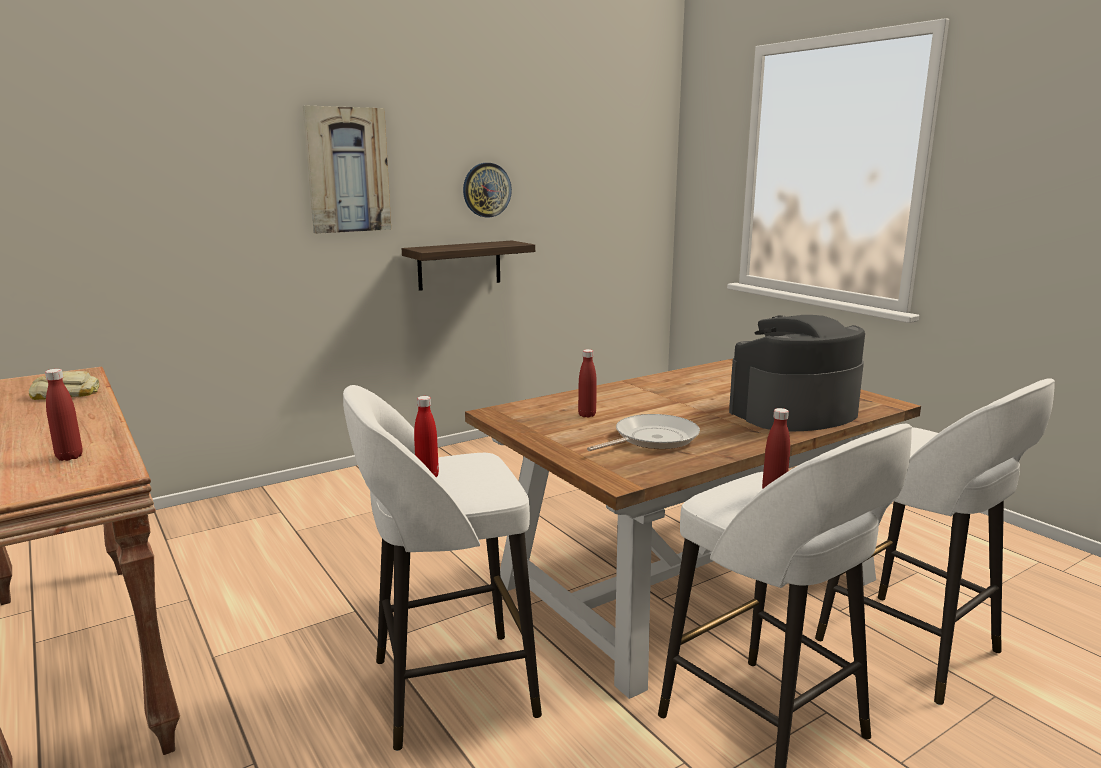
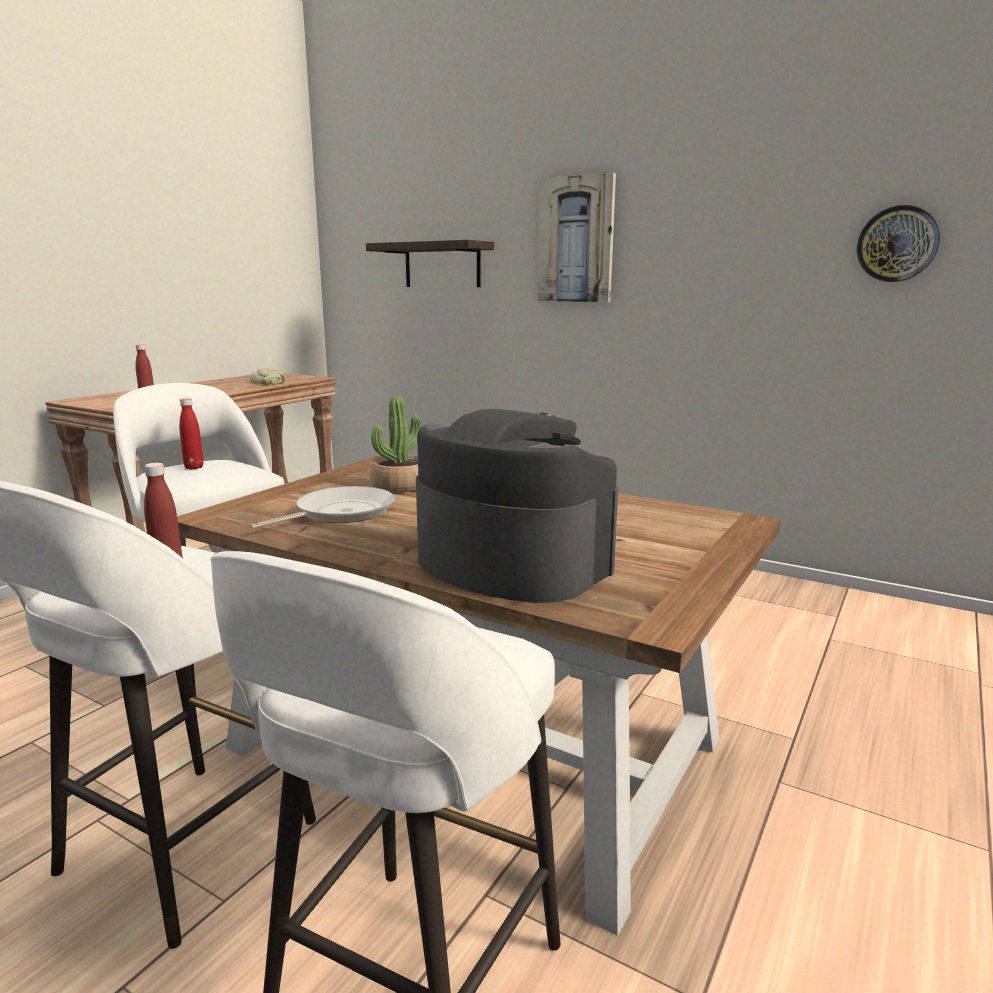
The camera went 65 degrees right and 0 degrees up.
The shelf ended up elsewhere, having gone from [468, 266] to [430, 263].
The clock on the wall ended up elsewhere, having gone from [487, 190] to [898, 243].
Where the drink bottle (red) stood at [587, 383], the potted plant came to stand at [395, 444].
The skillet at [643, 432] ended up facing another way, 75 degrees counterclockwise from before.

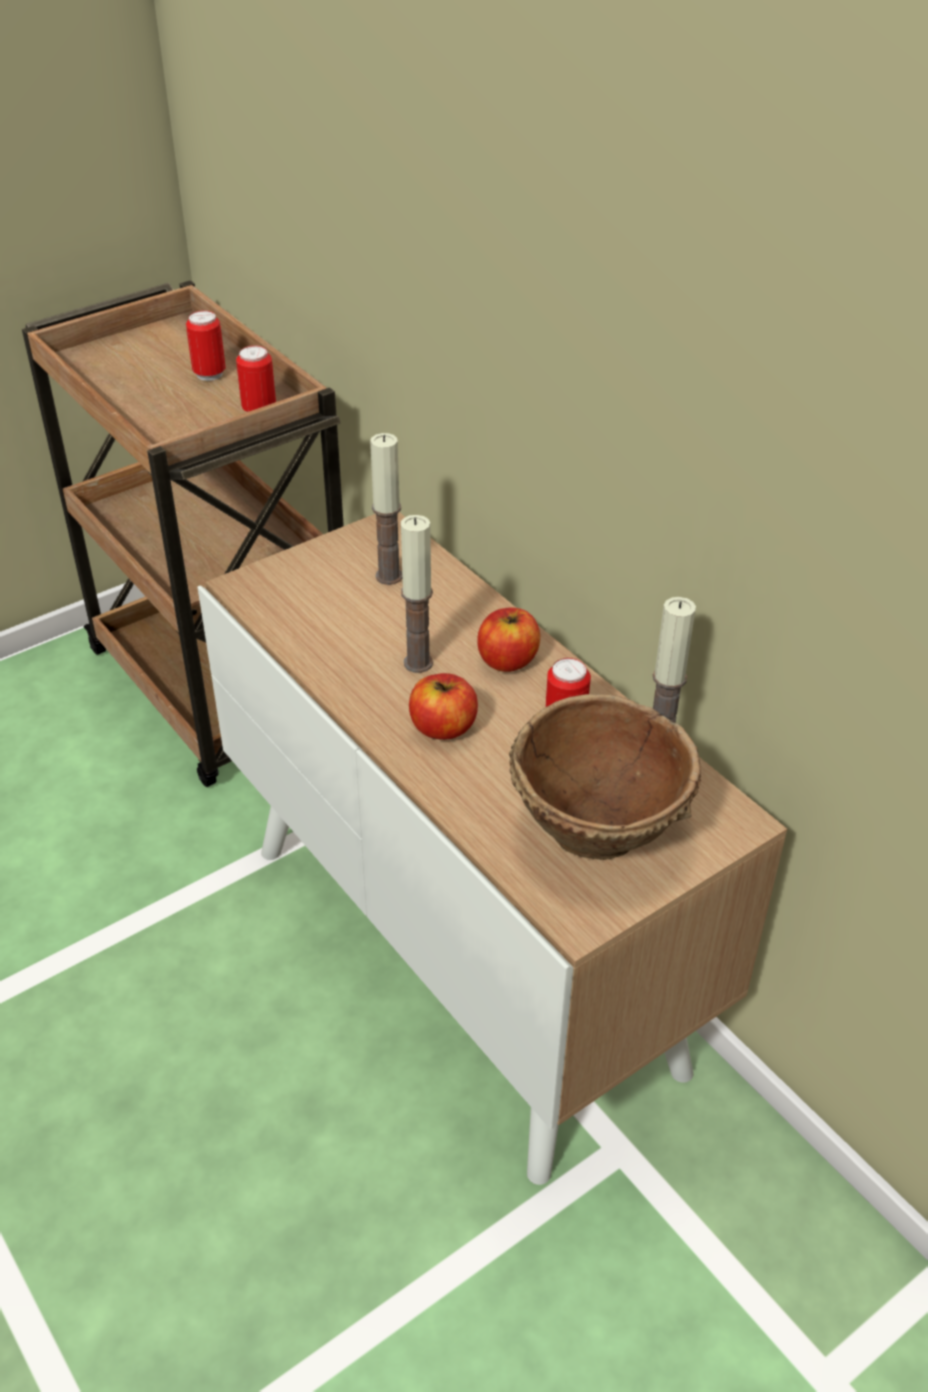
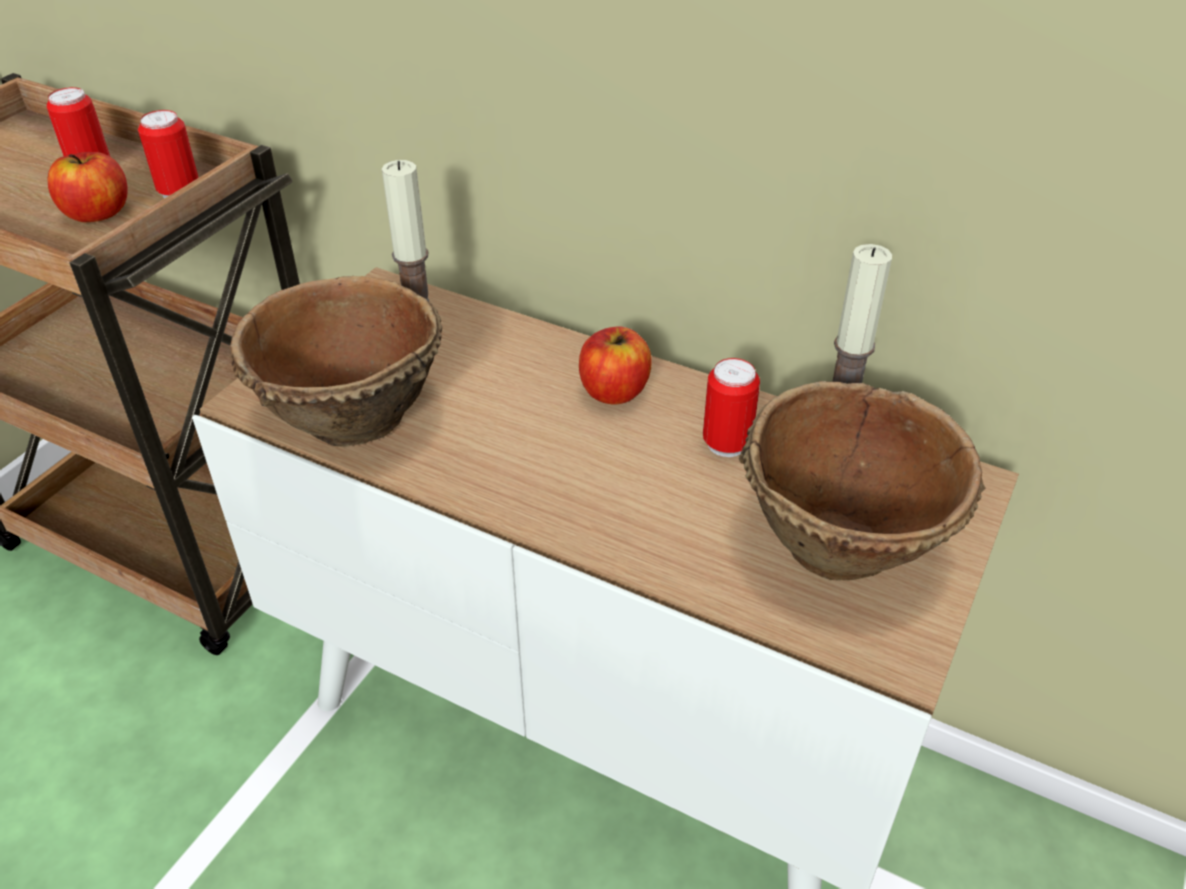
The camera went 25 degrees left and 0 degrees up.
The second view lost the wax light at [417, 594].
The second view gained the deep dish (brownish) at [336, 361].
The apple fruit ended up elsewhere, having gone from [443, 706] to [87, 187].

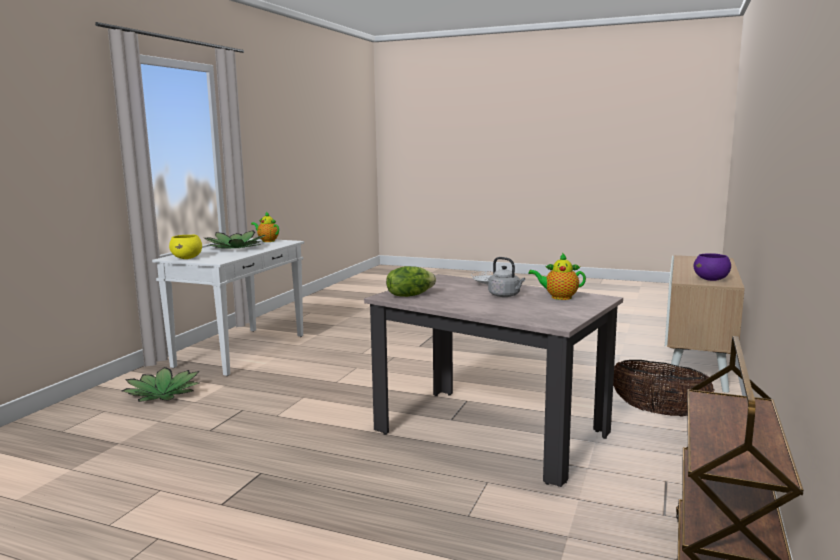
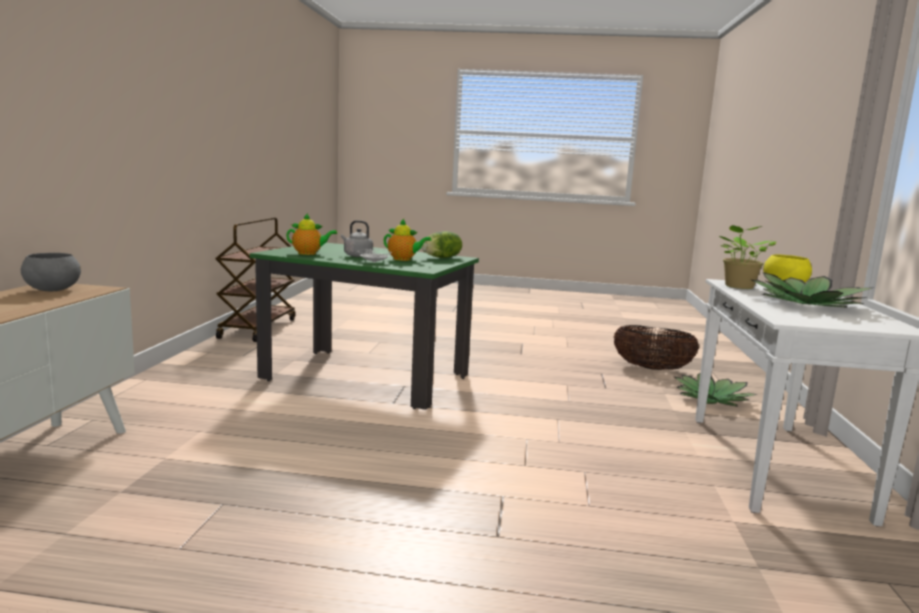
The camera went 165 degrees right and 0 degrees up.
The second view gained the potted plant at [747, 257].
The tea pot ended up elsewhere, having gone from [265, 227] to [408, 240].
The basket ended up elsewhere, having gone from [663, 388] to [656, 347].
What was the dining table (sand-coloured) at [493, 380] turned into the dining table (green) at [364, 326].
What was the deep dish (purplish) at [712, 267] turned into the deep dish (grey) at [51, 272].

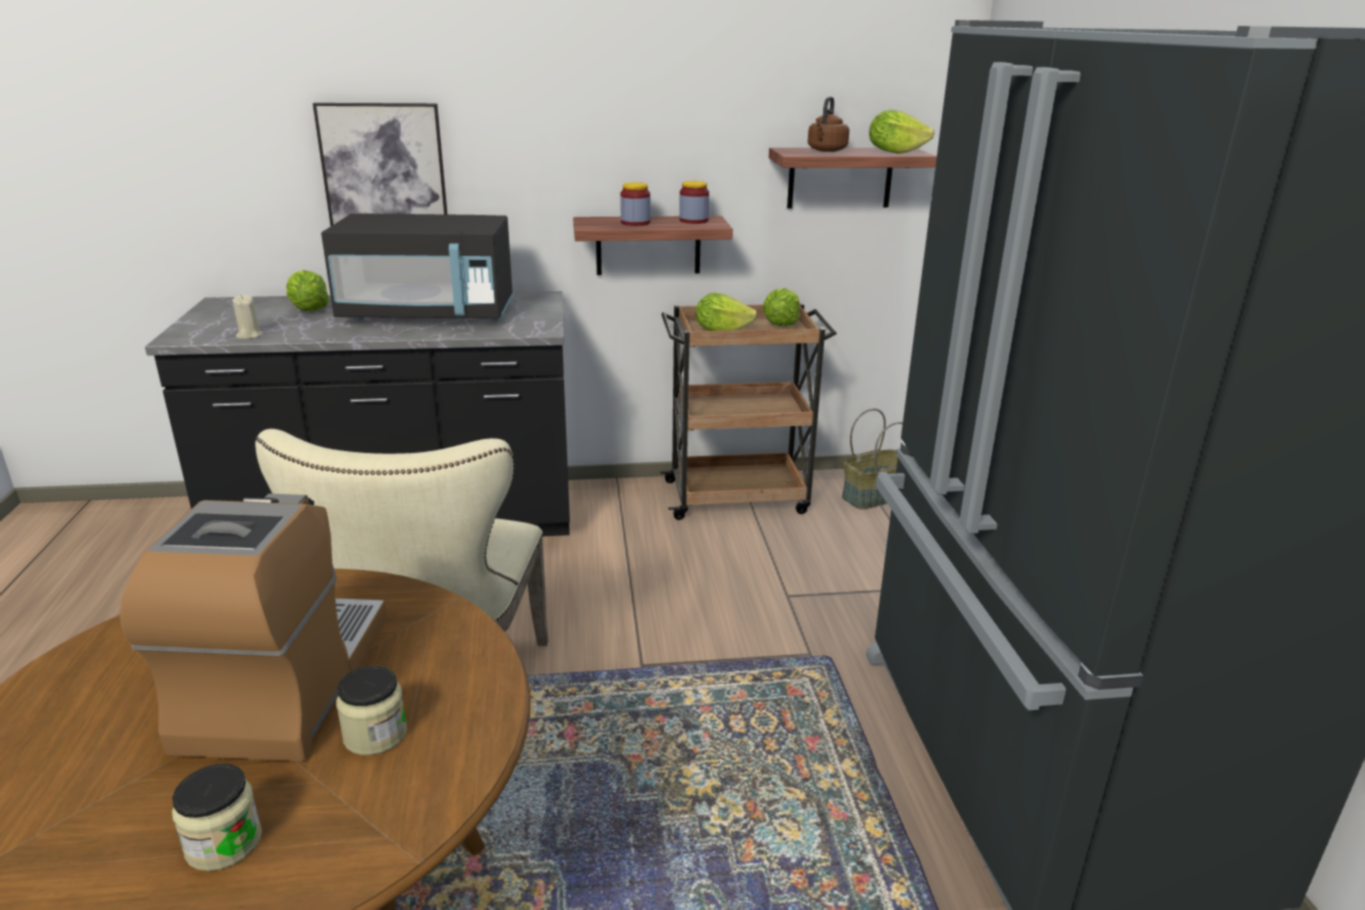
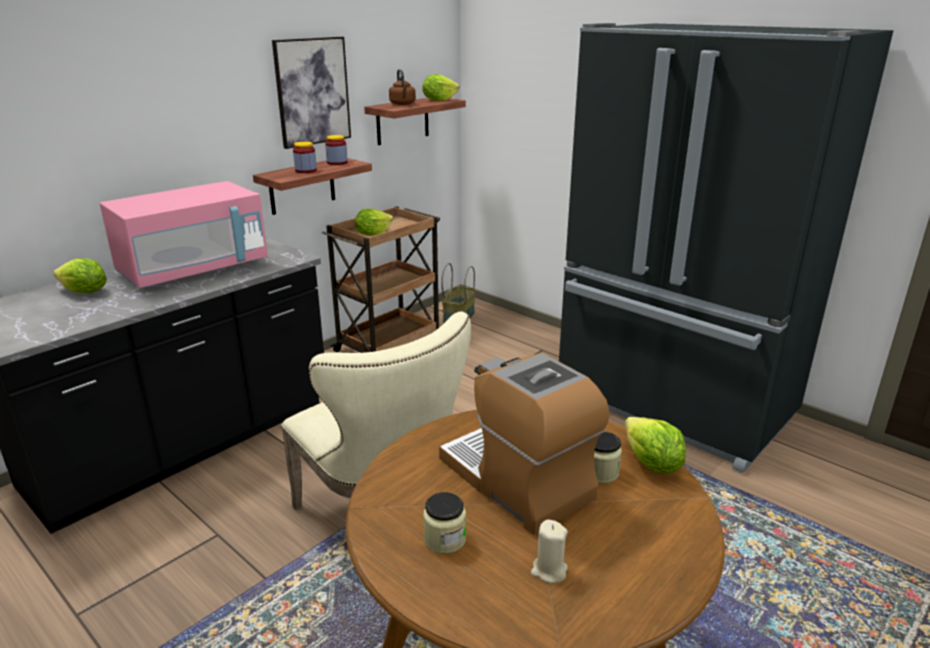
The camera went 40 degrees left and 0 degrees up.
The preserve jar ended up elsewhere, having gone from [217, 817] to [444, 523].
The wax light (sand-coloured) ended up elsewhere, having gone from [247, 316] to [549, 551].
The wall picture ended up elsewhere, having gone from [380, 164] to [311, 93].
The lettuce ended up elsewhere, having gone from [781, 307] to [655, 445].
What was the microwave (black-coloured) at [417, 267] turned into the microwave (pink) at [184, 234].

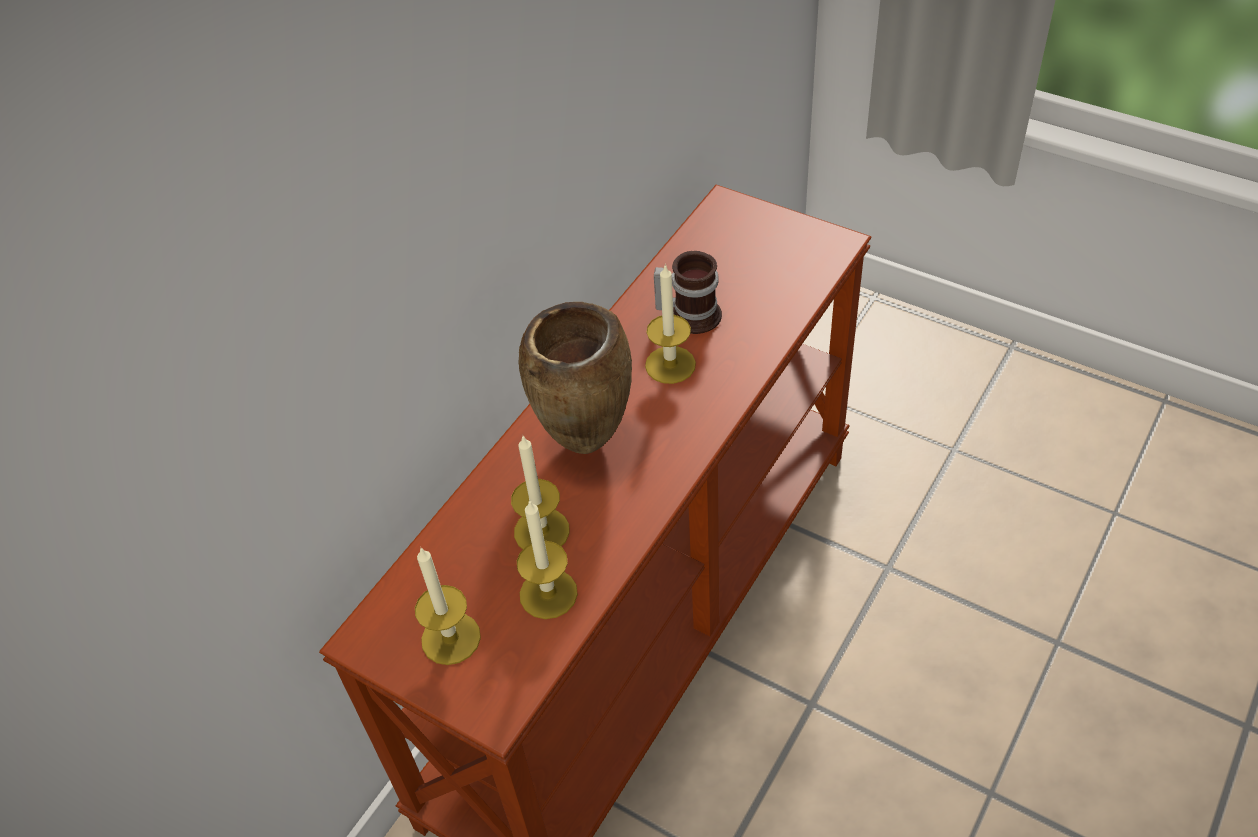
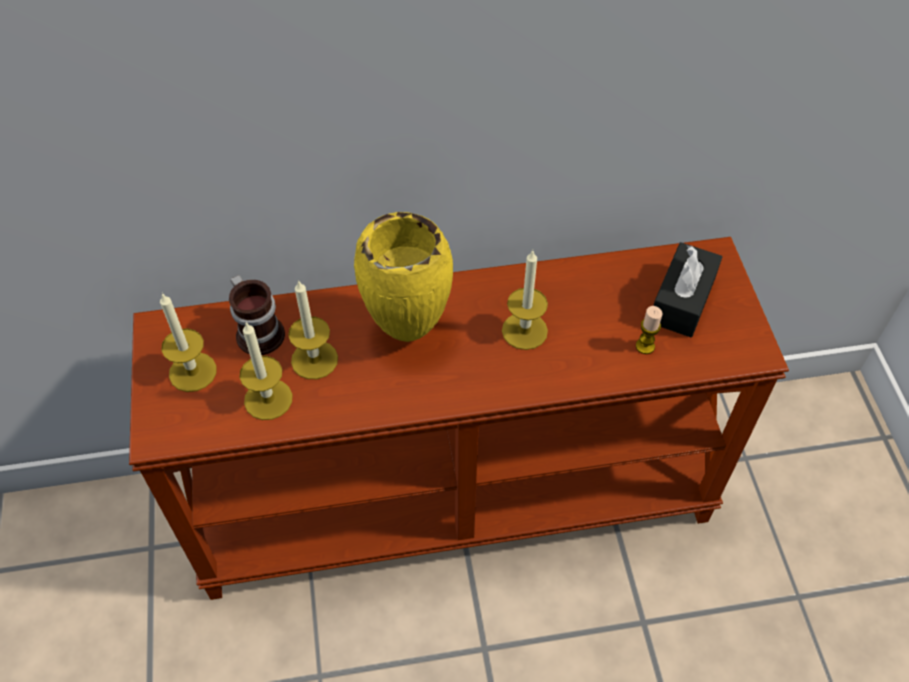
The camera went 45 degrees right and 5 degrees up.
The second view gained the wax light at [649, 330].
The second view gained the tissue box (black-coloured) at [688, 289].
The mug ended up elsewhere, having gone from [688, 292] to [257, 315].
What was the flower vase (brownish) at [575, 378] turned into the flower vase (yellowish) at [403, 277].

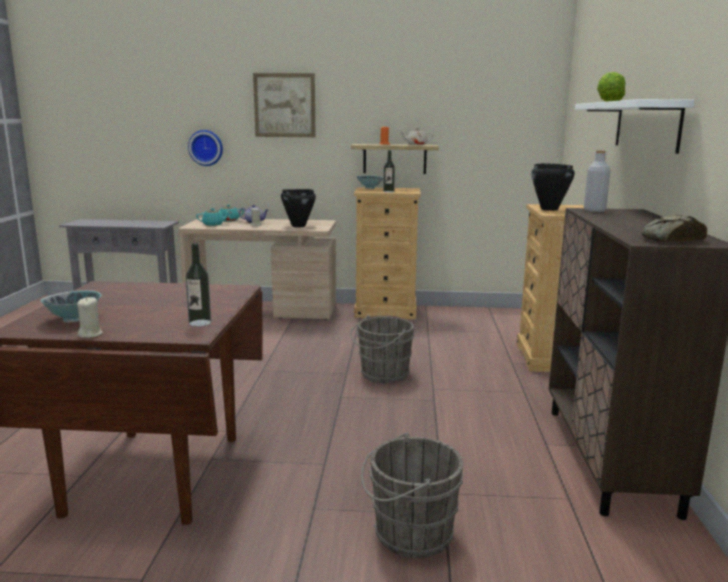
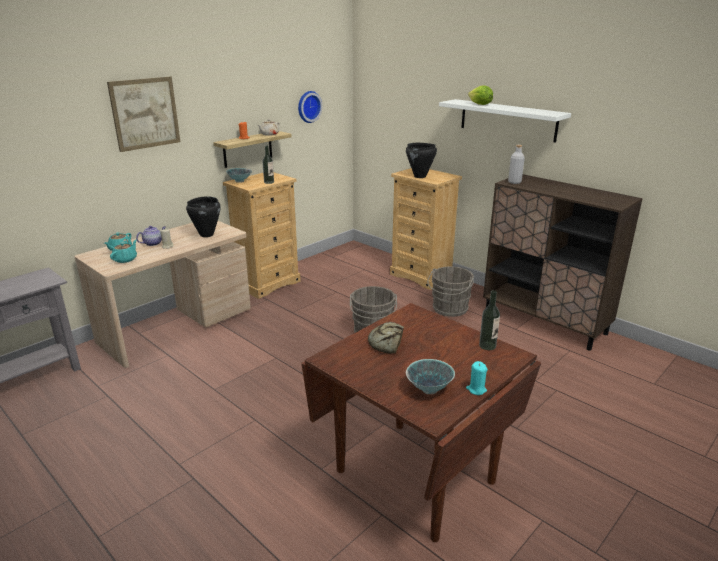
The camera went 50 degrees left and 10 degrees up.
The clock on the wall ended up elsewhere, having gone from [205, 148] to [310, 107].
The bucket (grey) ended up elsewhere, having gone from [412, 495] to [450, 292].
The bakery bread ended up elsewhere, having gone from [674, 229] to [386, 338].
What was the wax light (sand-coloured) at [90, 317] turned into the wax light (turquoise) at [477, 378].

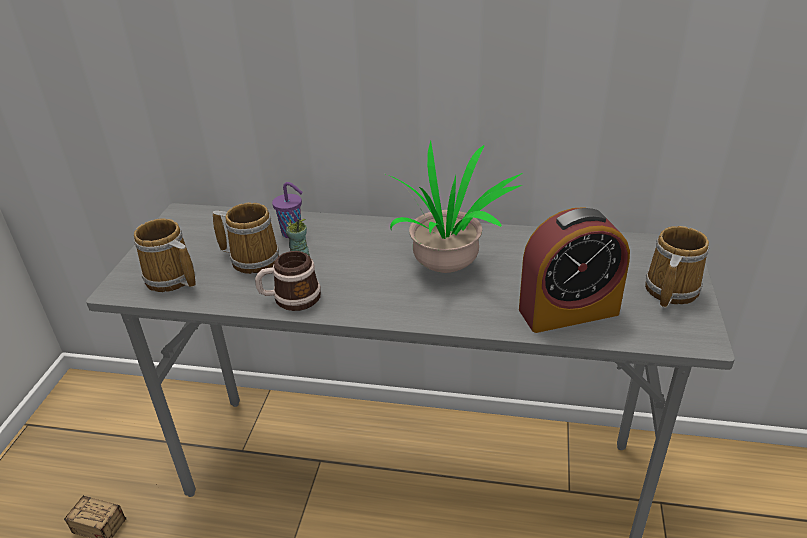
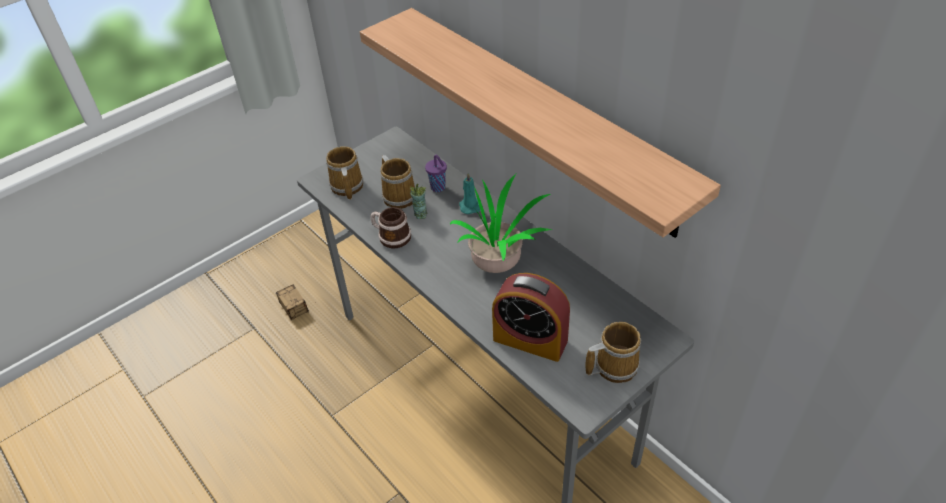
The camera went 40 degrees right and 10 degrees up.
The second view gained the shelf at [540, 123].
The second view gained the wax light (turquoise) at [469, 193].

